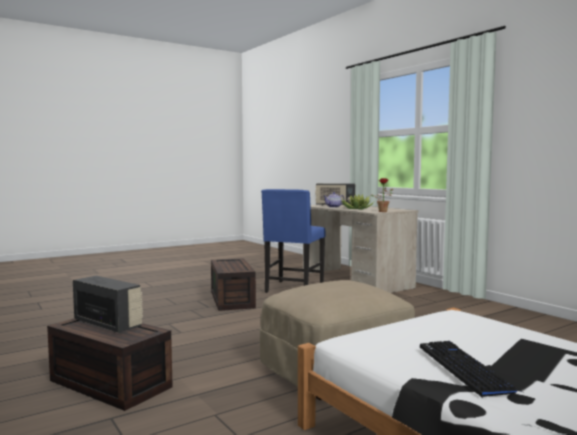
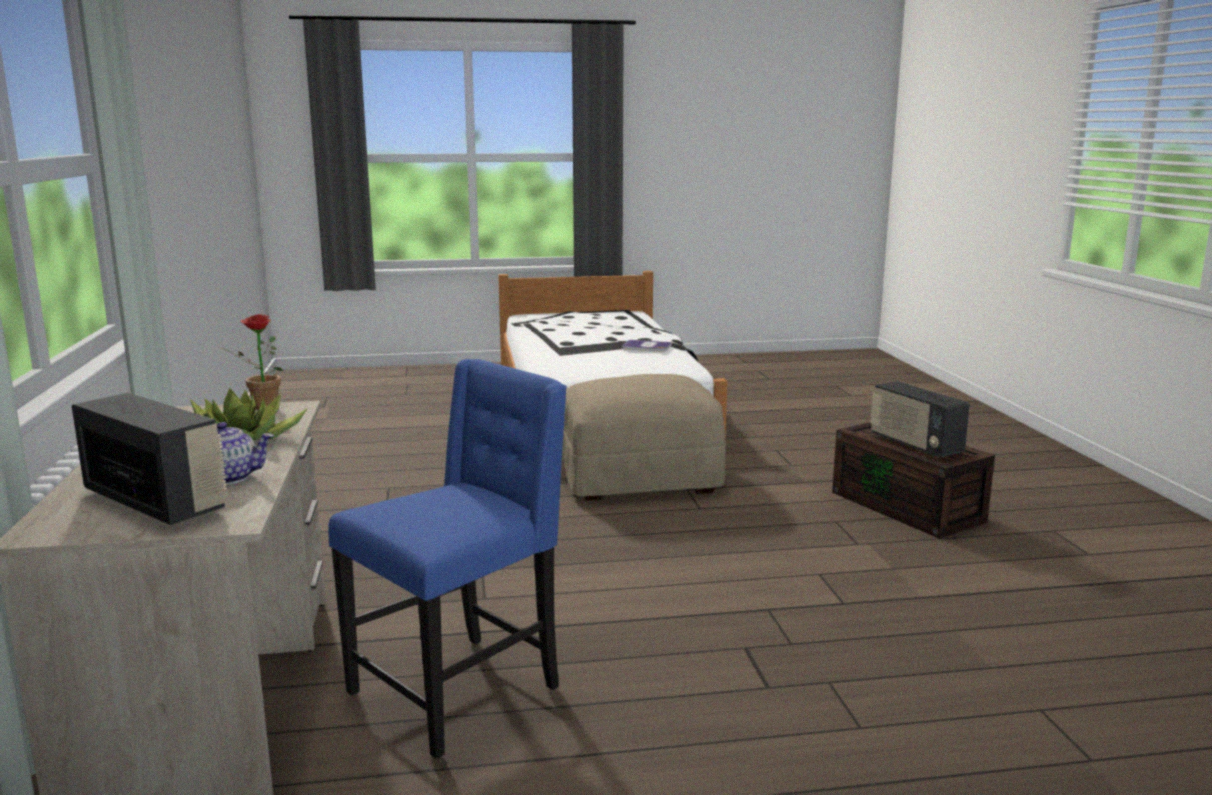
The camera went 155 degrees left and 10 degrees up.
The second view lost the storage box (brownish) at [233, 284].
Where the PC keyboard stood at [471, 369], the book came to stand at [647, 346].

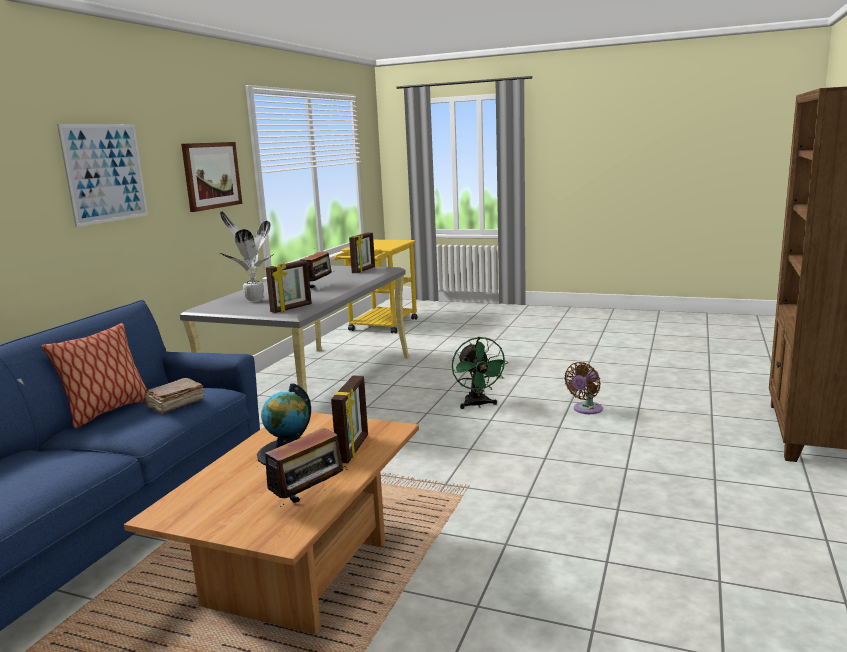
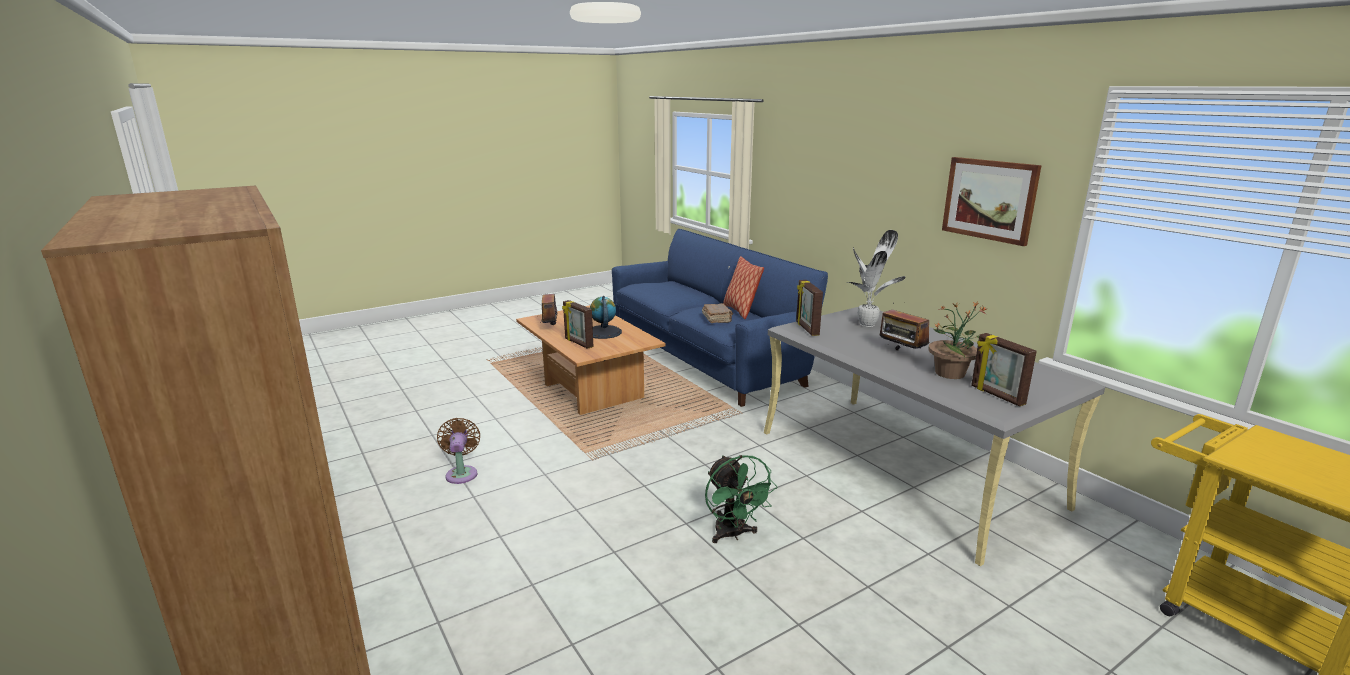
The camera went 125 degrees right and 5 degrees up.
The second view lost the wall picture at [102, 175].
The second view gained the potted plant at [957, 340].
The cooling fan (brownish) ended up elsewhere, having gone from [583, 388] to [458, 451].
The cooling fan (green) at [480, 373] ended up facing another way, 135 degrees counterclockwise from before.

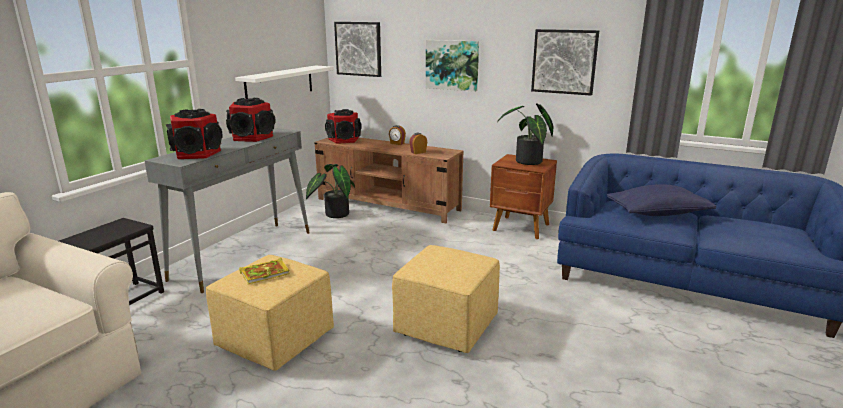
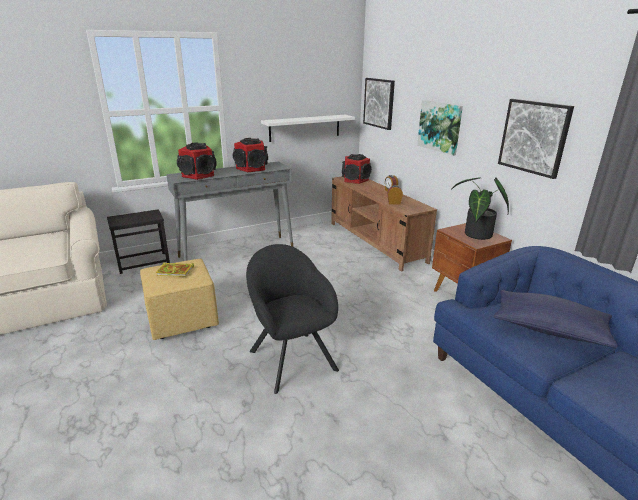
The camera went 35 degrees right and 5 degrees up.
The second view lost the potted plant at [330, 191].
Where the pouffe (yellowish) stood at [446, 299], the lounge chair (black-coloured) came to stand at [292, 319].

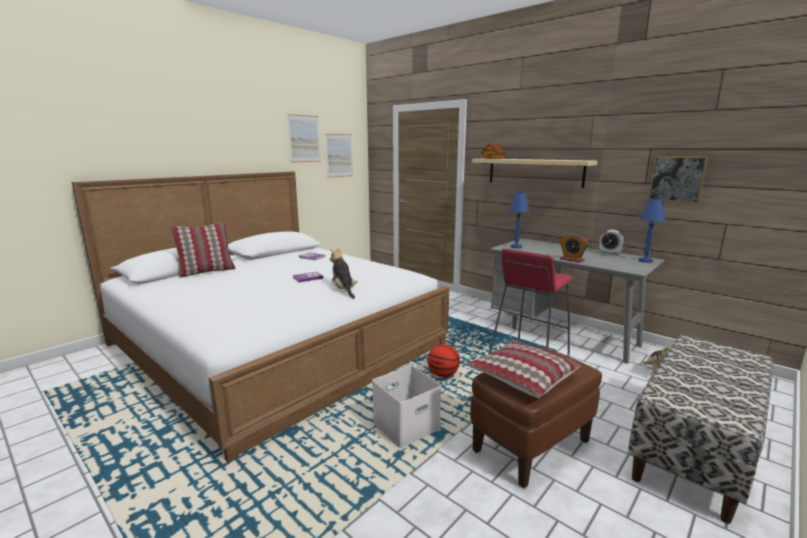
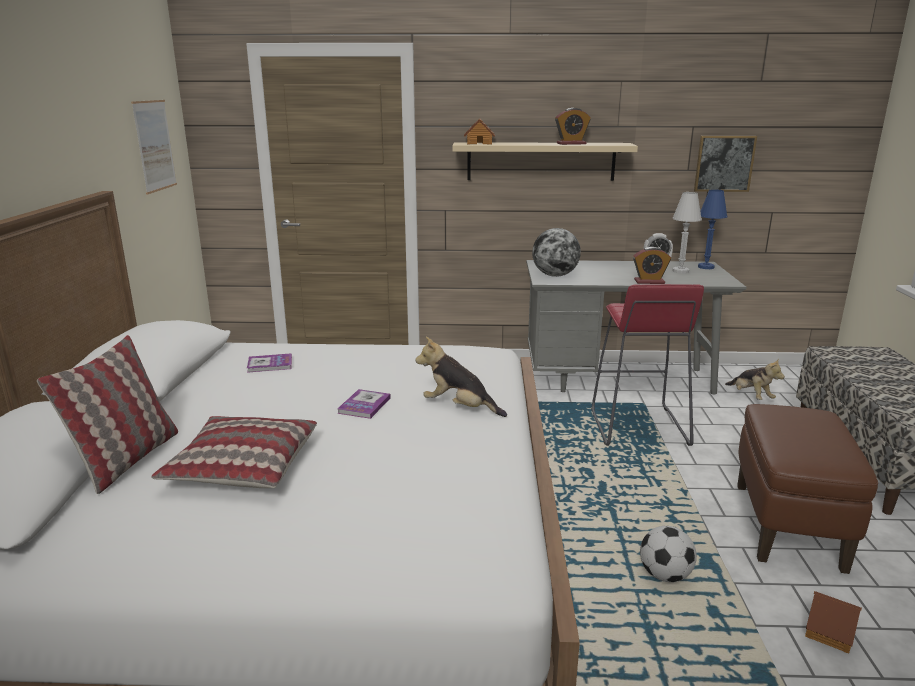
The camera went 40 degrees left and 5 degrees up.
The second view lost the wall picture at [304, 138].
The second view lost the basketball at [444, 360].
The second view gained the bedside clock at [573, 126].
The second view gained the tabletop lamp (white) at [687, 233].
The second view gained the miniature house at [833, 622].
The cushion ended up elsewhere, having gone from [524, 369] to [234, 452].
Where the storage box (white) stood at [406, 407], the football ball came to stand at [668, 554].
Where the tabletop lamp (bluish) stood at [519, 220], the world globe came to stand at [556, 252].

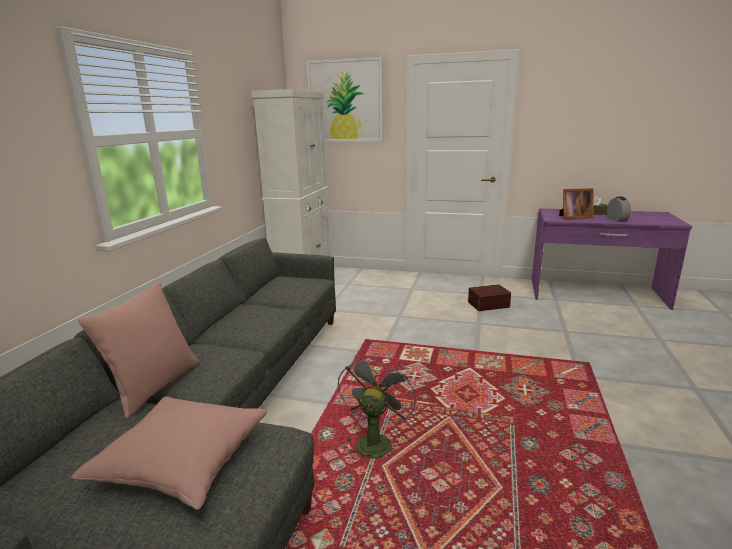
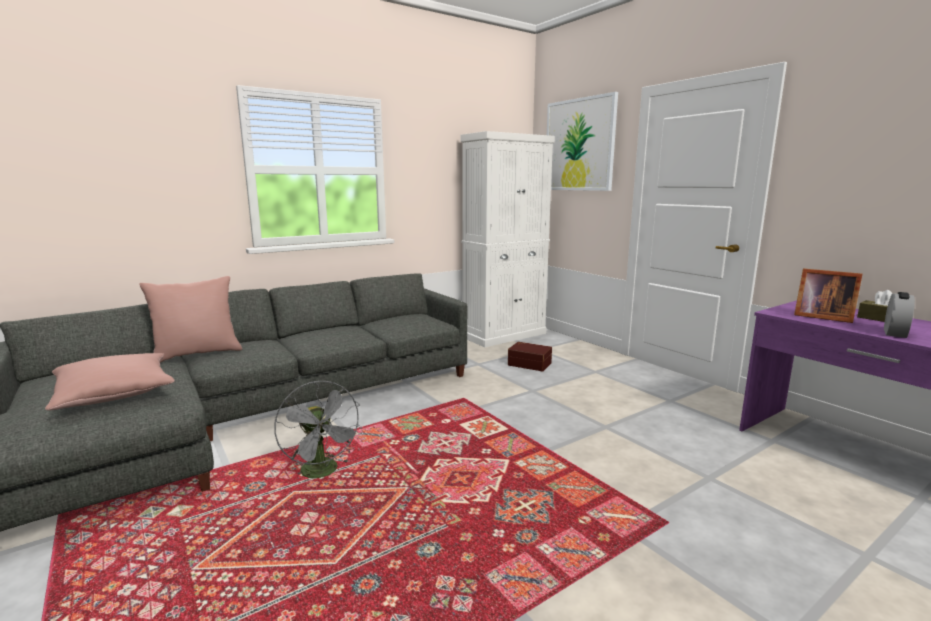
The camera went 40 degrees right and 5 degrees down.
The storage box (brownish) ended up elsewhere, having gone from [489, 297] to [530, 356].
The cooling fan (grey) at [377, 406] ended up facing another way, 90 degrees clockwise from before.

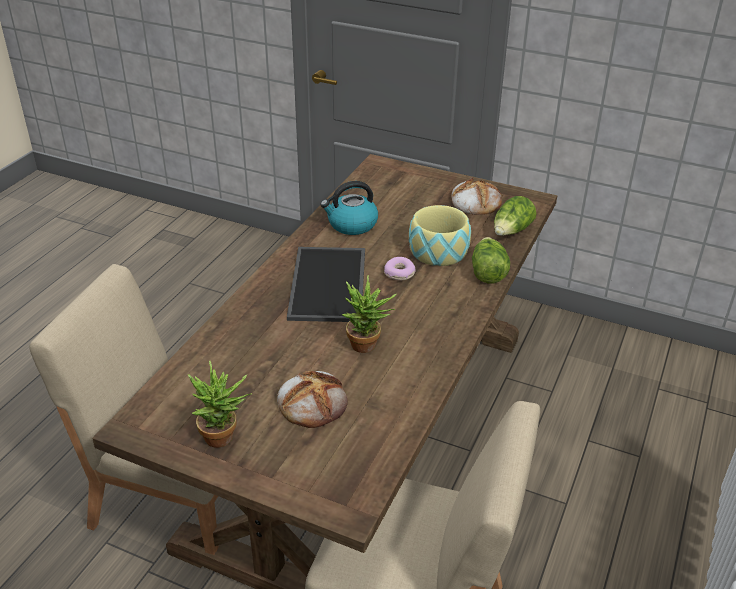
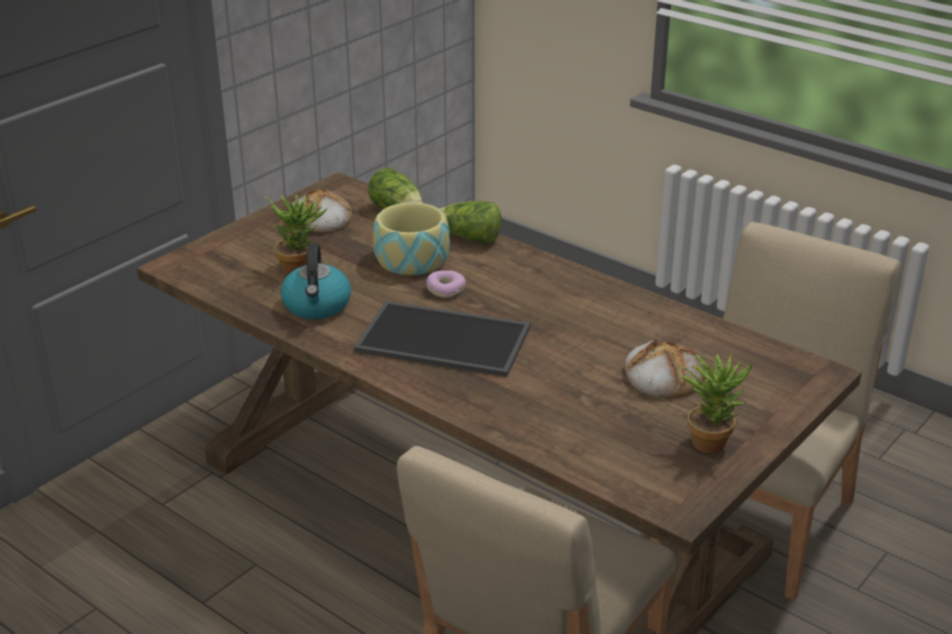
The camera went 75 degrees left and 5 degrees down.
The potted plant ended up elsewhere, having gone from [369, 314] to [296, 234].

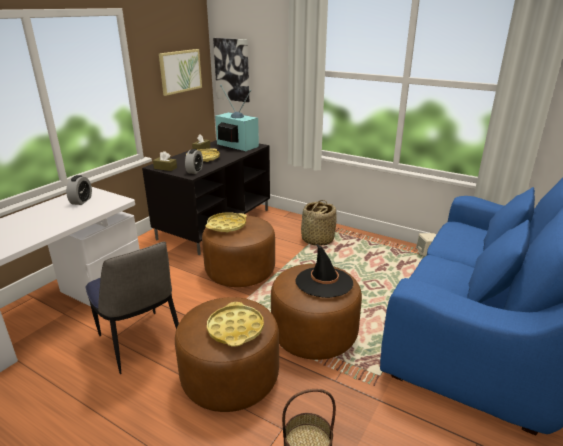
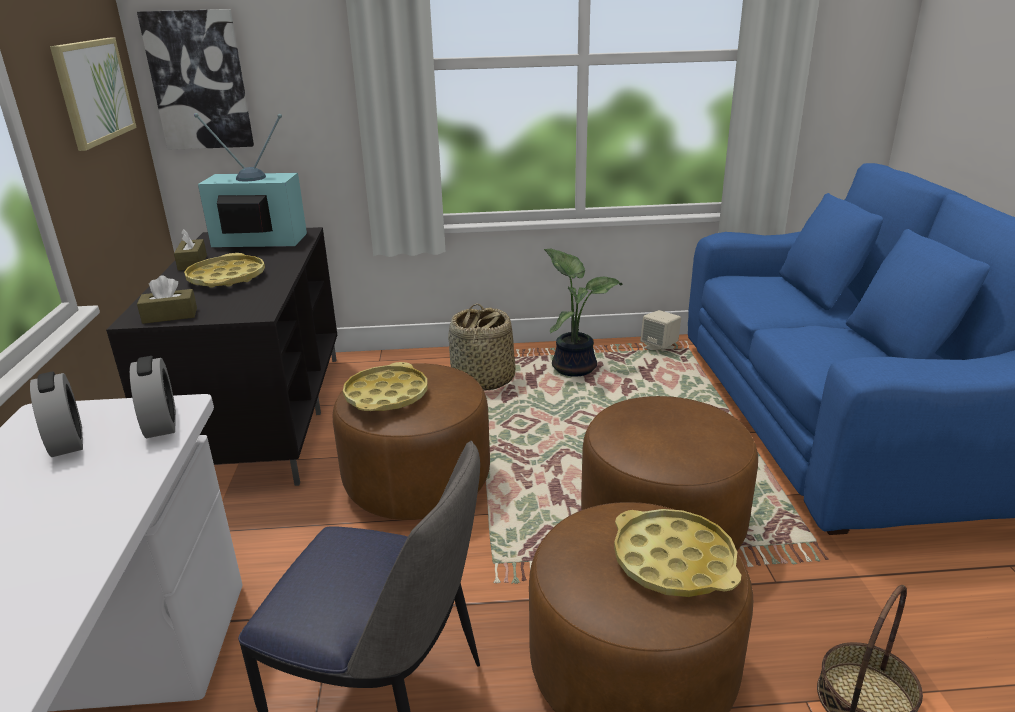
The camera went 35 degrees left and 0 degrees up.
The second view lost the hat (black-coloured) at [324, 270].
The second view gained the potted plant at [583, 313].
The bedside clock ended up elsewhere, having gone from [194, 161] to [153, 397].

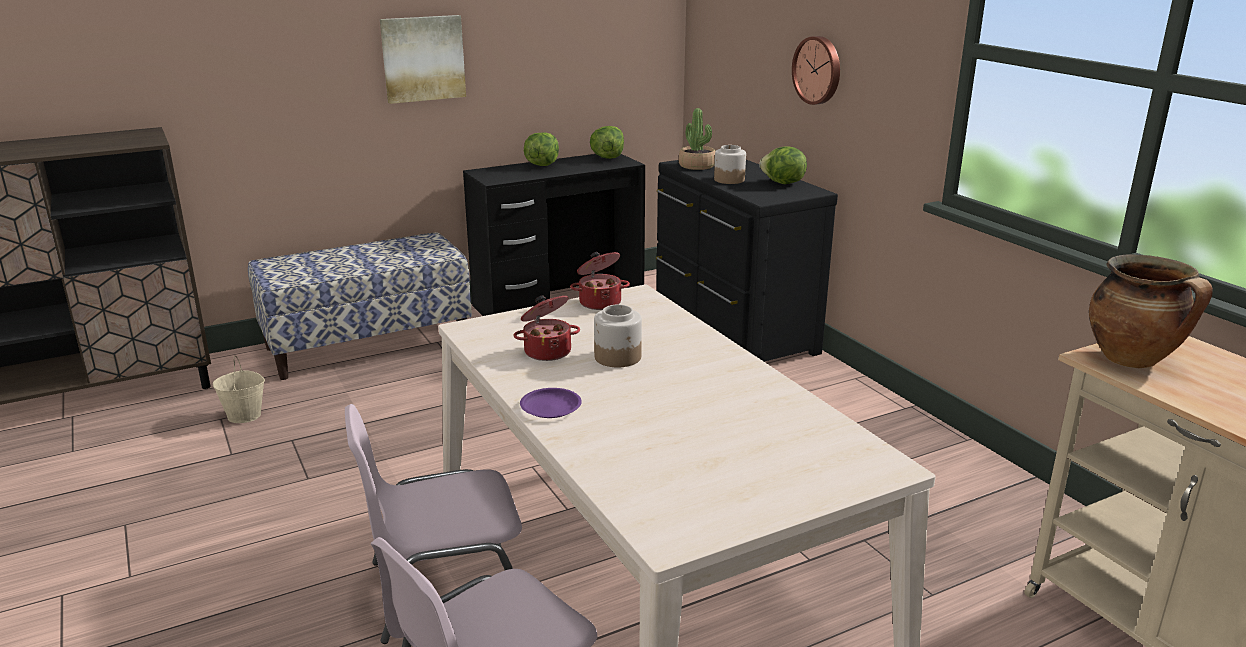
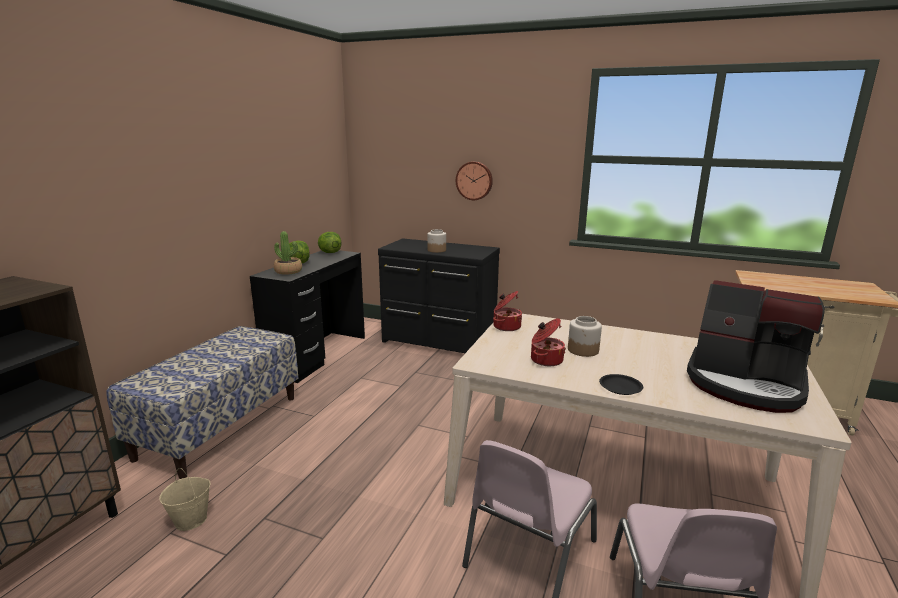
The camera went 40 degrees left and 5 degrees down.
The second view lost the wall picture at [423, 59].
The second view lost the lettuce at [783, 165].
The second view lost the saucepot at [1151, 311].
The second view gained the coffee brewer at [756, 346].
The potted plant ended up elsewhere, having gone from [696, 139] to [288, 253].
What was the flat dish (purplish) at [551, 403] turned into the flat dish (black-coloured) at [621, 384].

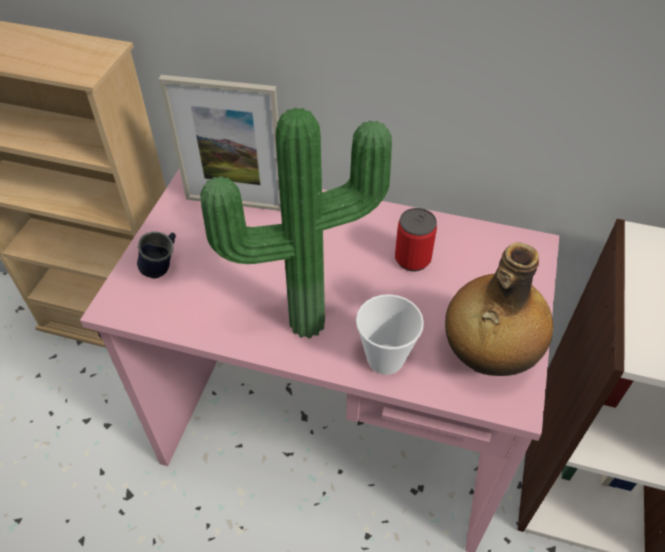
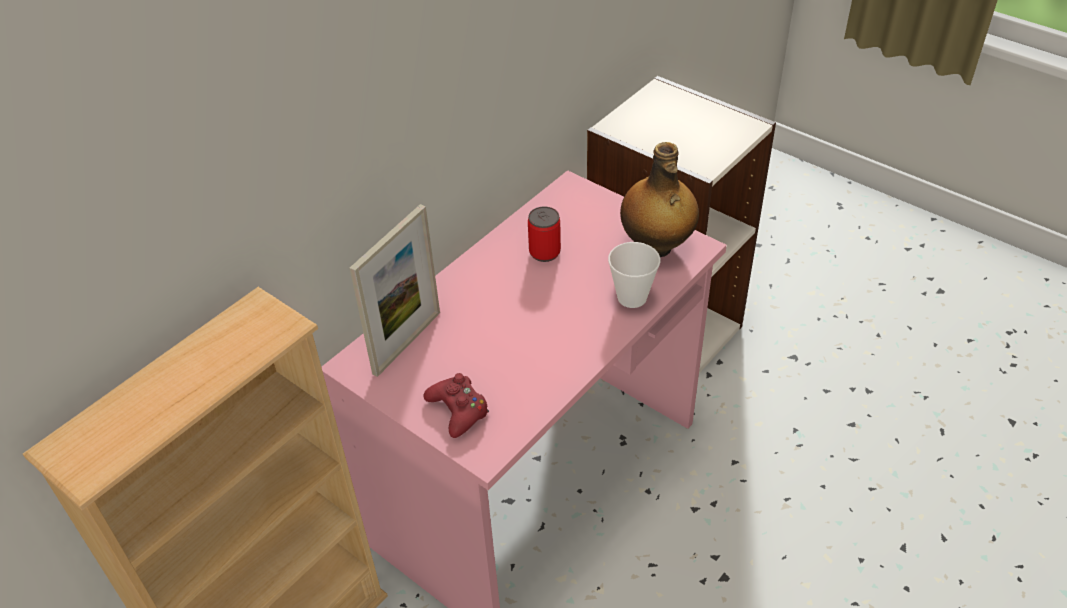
The camera went 65 degrees left and 5 degrees down.
The second view lost the potted plant at [296, 223].
Where the mug (bluish) stood at [156, 255], the game controller (red) came to stand at [456, 405].

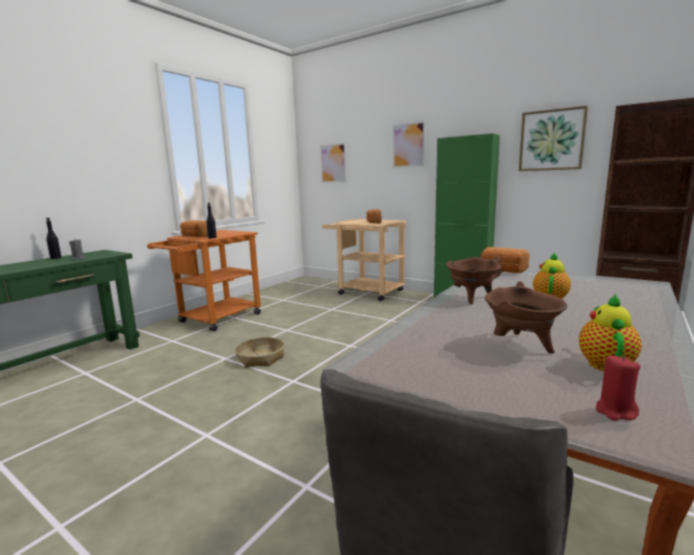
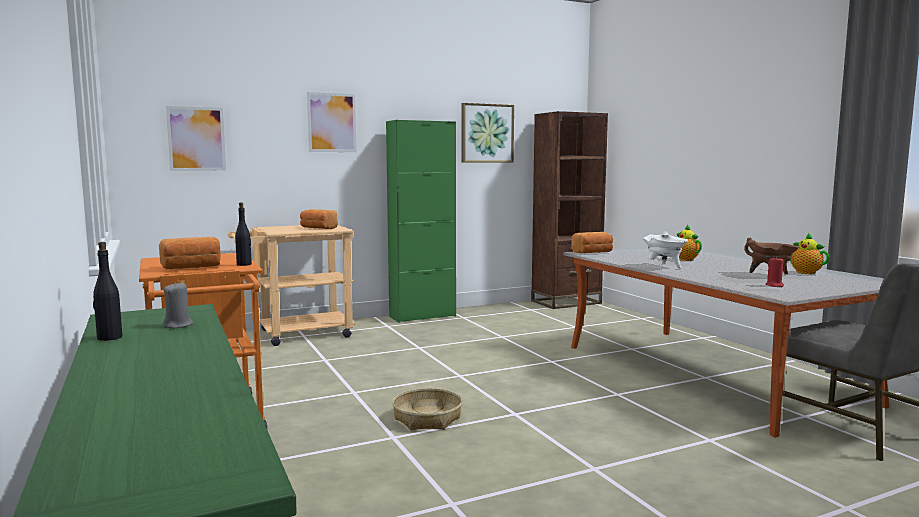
The camera went 60 degrees left and 5 degrees down.
The wax light (red) ended up elsewhere, having gone from [618, 388] to [775, 271].
What was the saucepot (brownish) at [474, 280] turned into the saucepot (white) at [665, 250].

